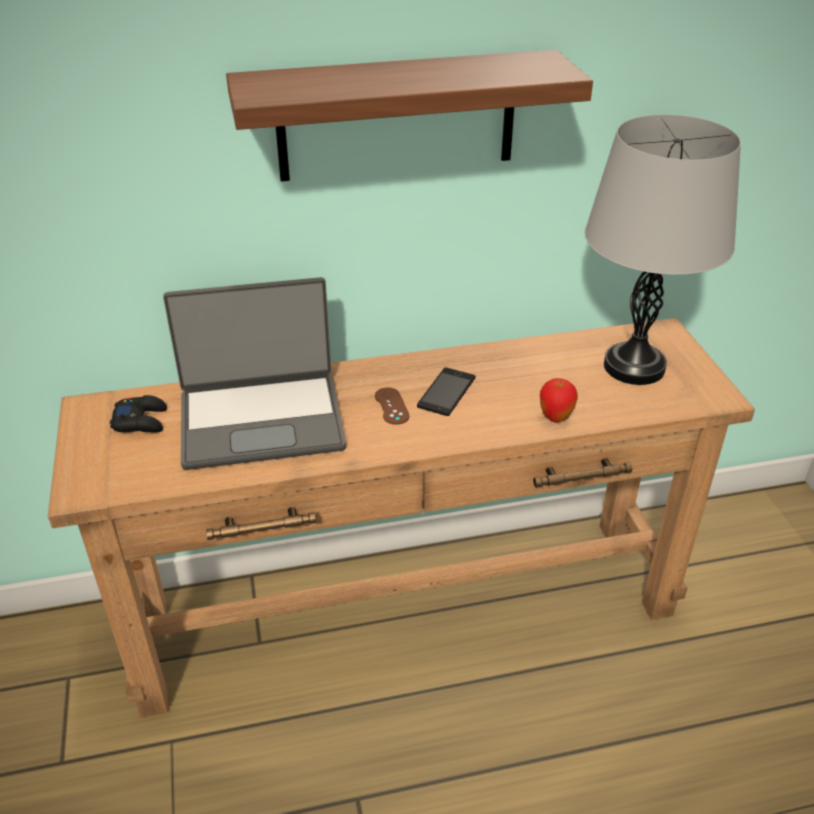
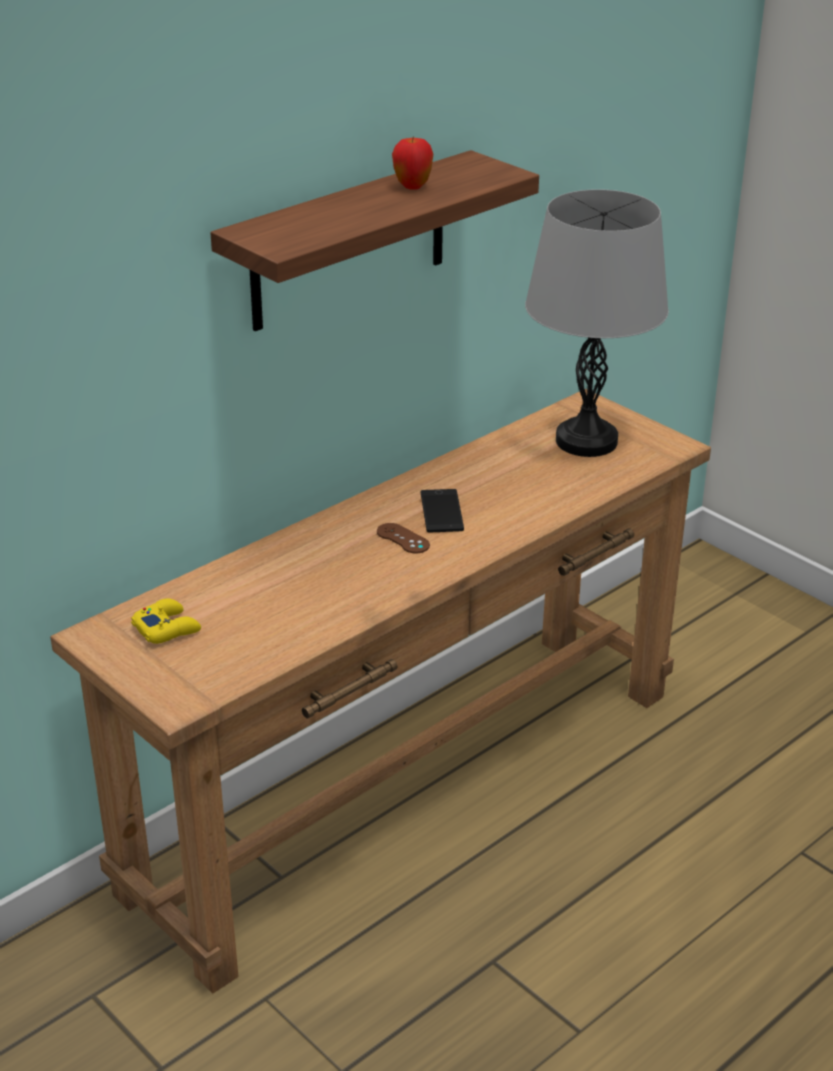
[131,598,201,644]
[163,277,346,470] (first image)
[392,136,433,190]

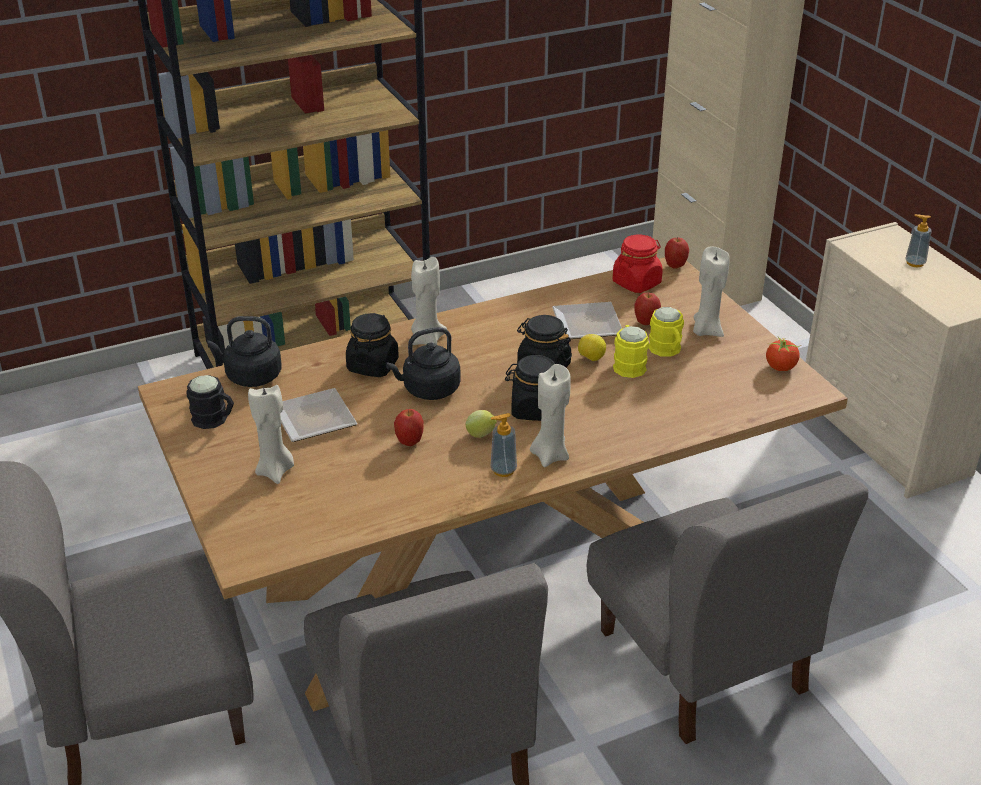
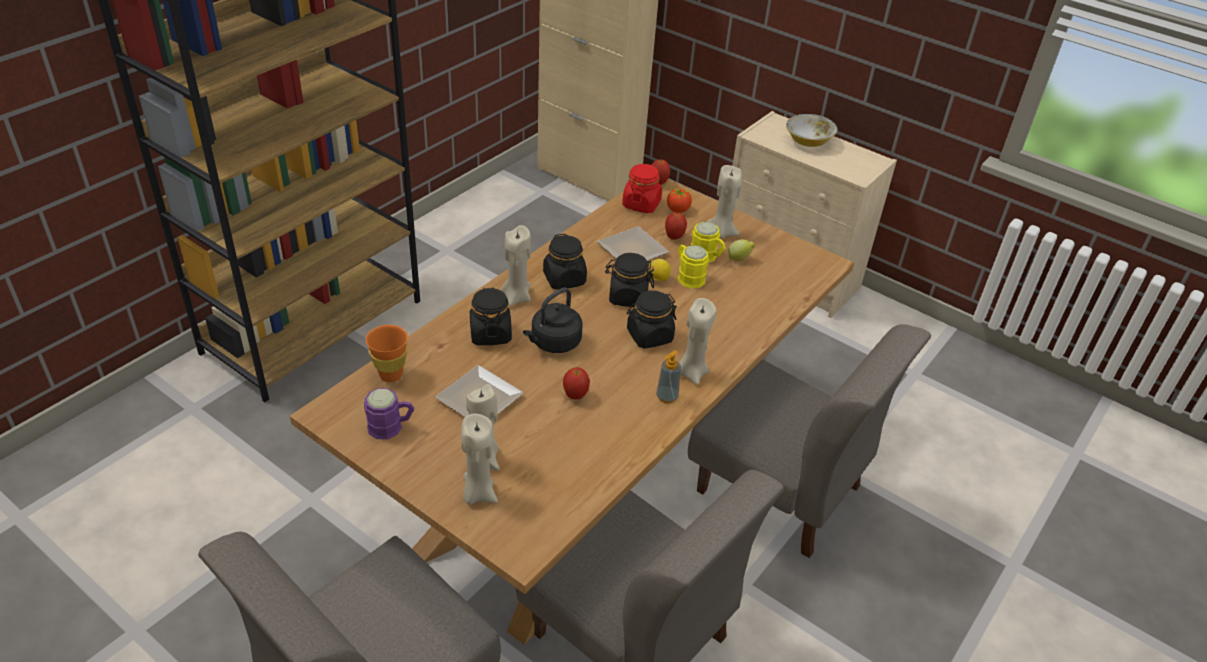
[364,388,414,439]
[366,325,408,382]
[728,239,755,261]
[667,188,692,213]
[786,114,837,147]
[461,414,498,505]
[543,233,587,290]

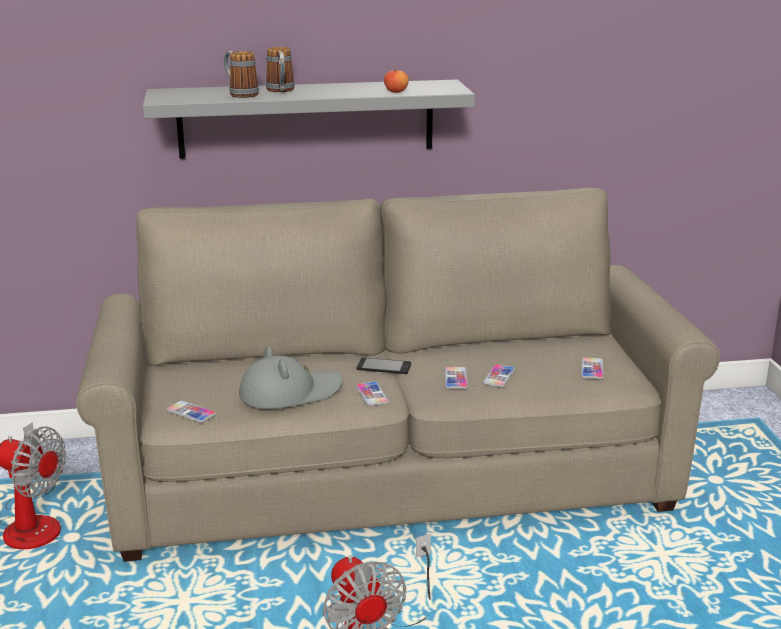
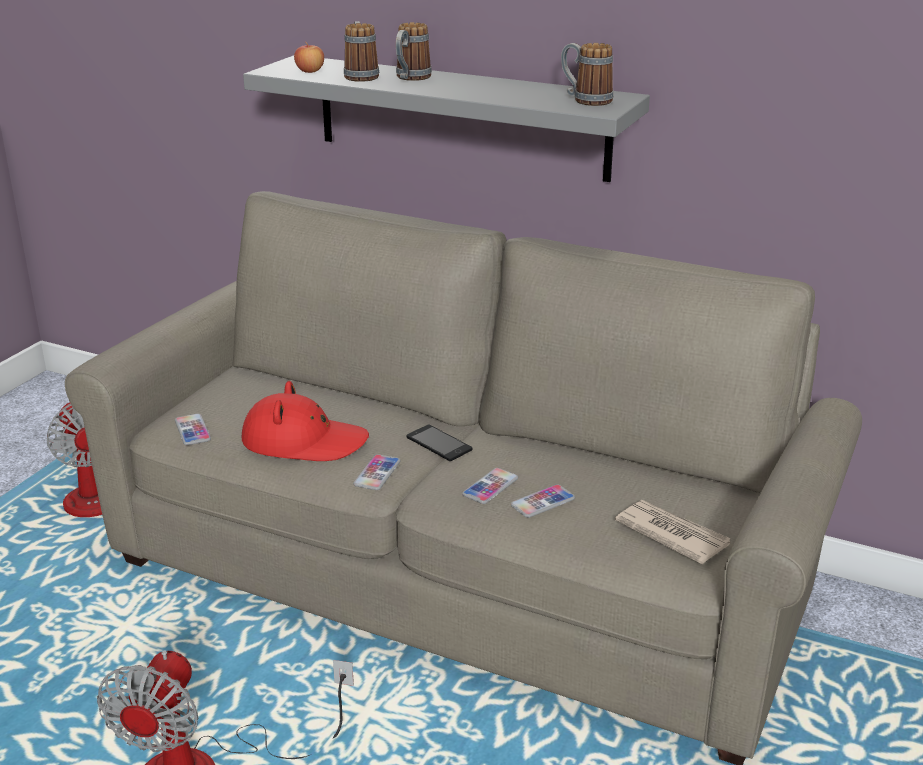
[242,381,369,461]
[294,42,324,73]
[615,500,731,564]
[561,43,613,106]

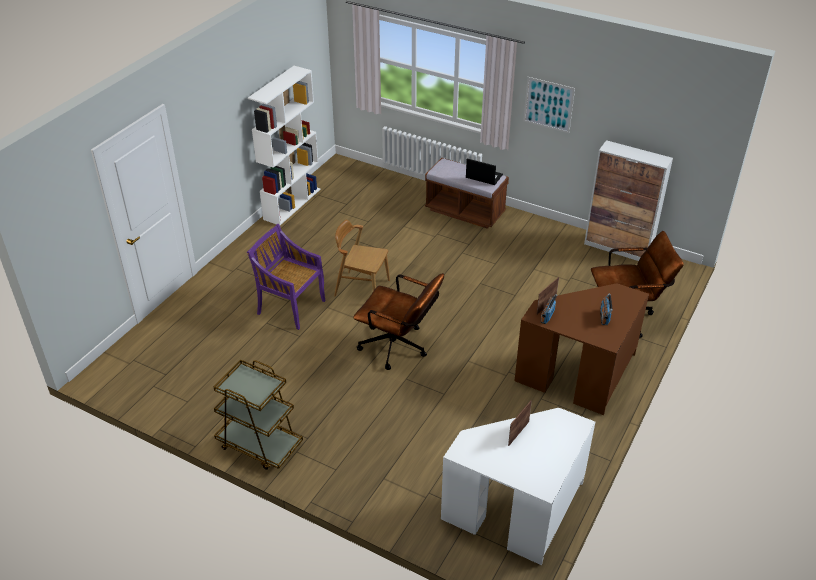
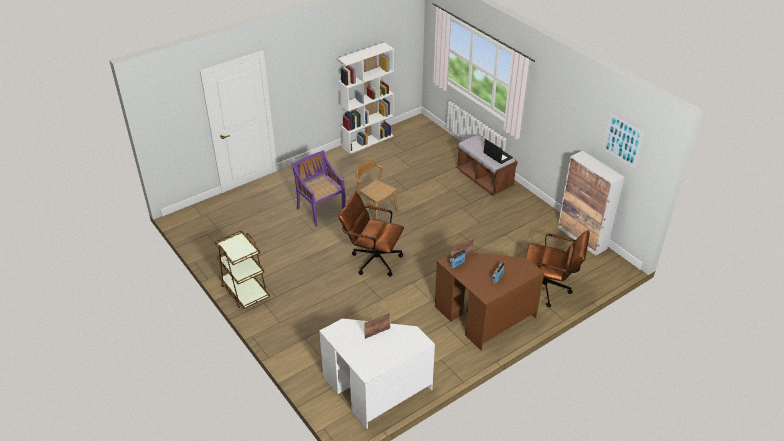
[338,192,404,277]
[602,113,644,169]

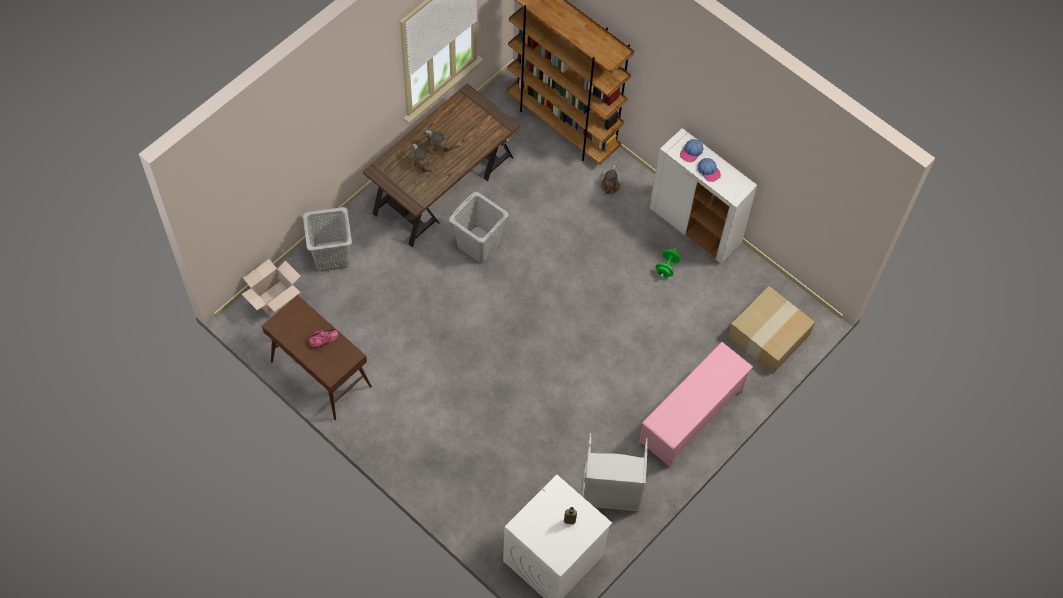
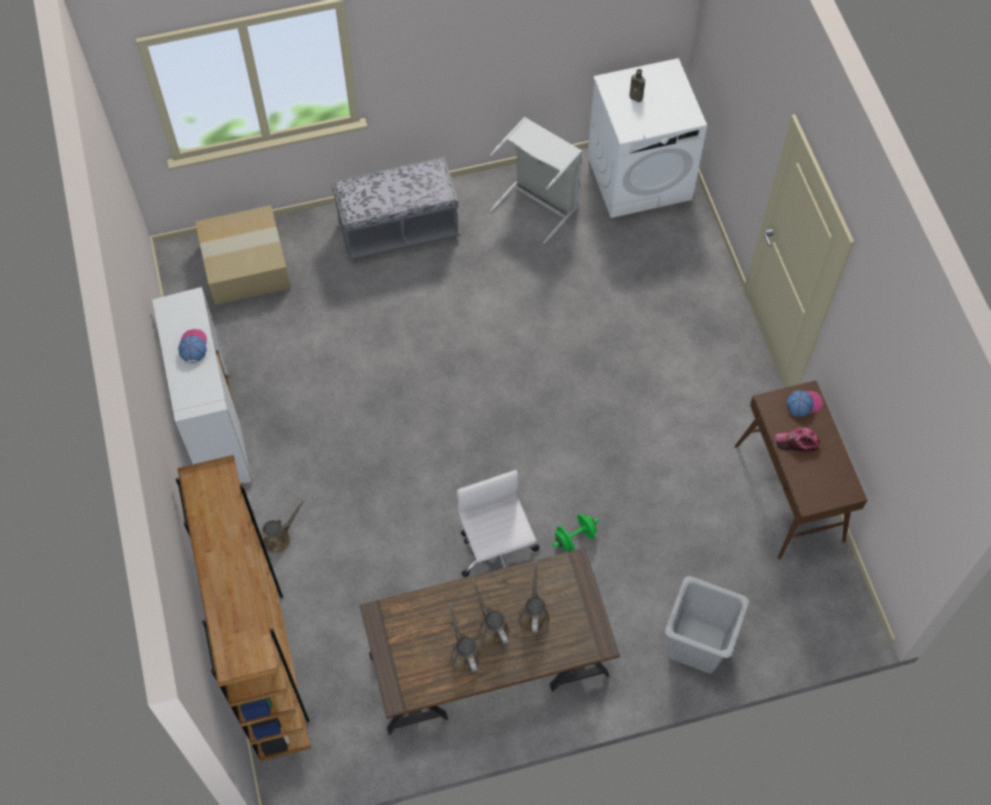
[242,259,301,317] (first image)
[457,470,539,577]
[331,157,459,260]
[553,514,599,551]
[786,390,823,417]
[448,602,482,674]

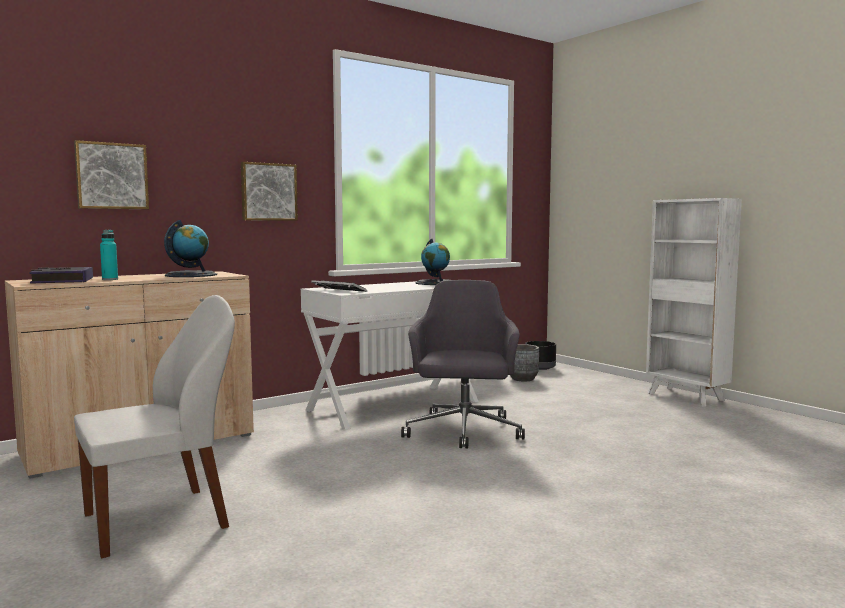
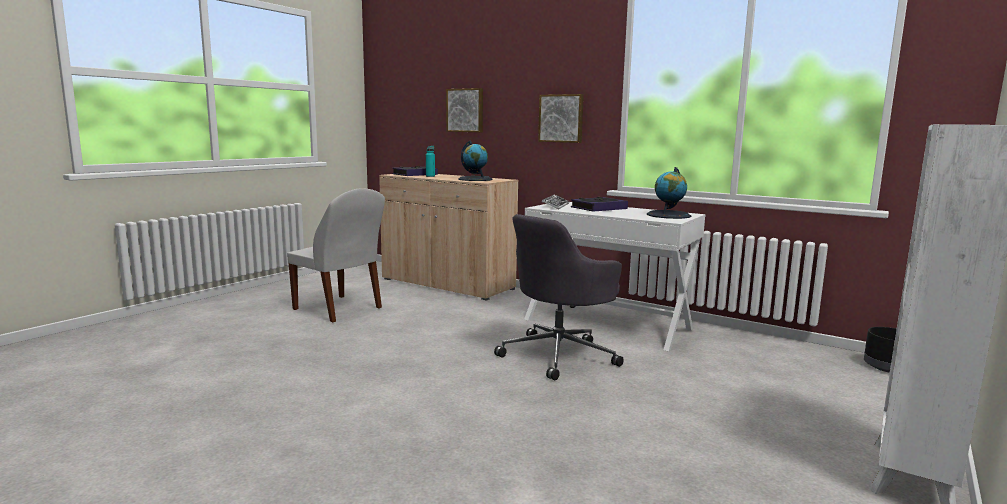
[494,214,624,380]
[510,344,539,381] (first image)
[571,197,628,212]

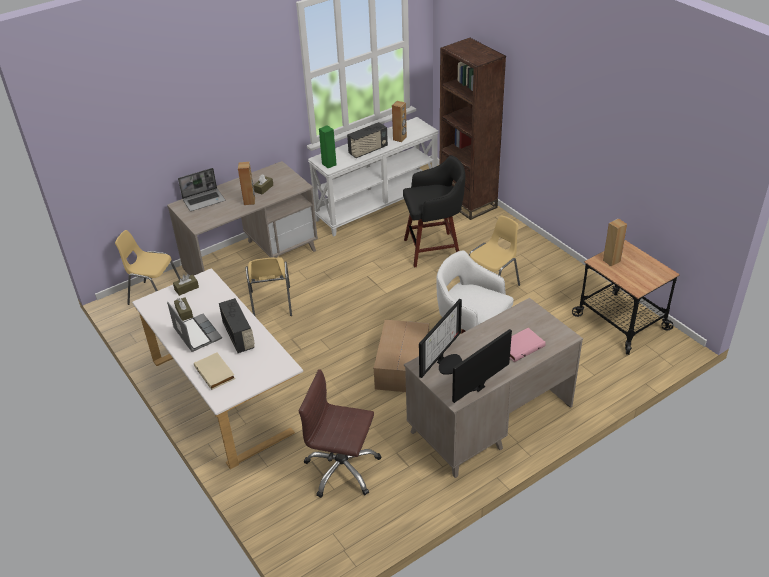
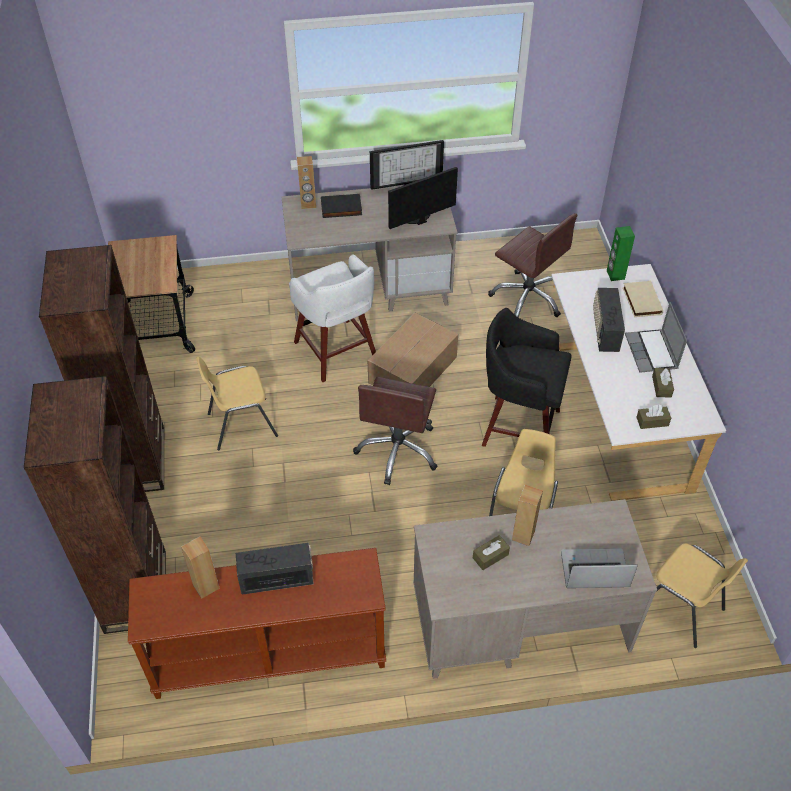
[128,548,386,699]
[607,226,635,281]
[482,308,572,447]
[321,194,362,218]
[297,156,316,209]
[39,245,164,492]
[353,377,438,485]

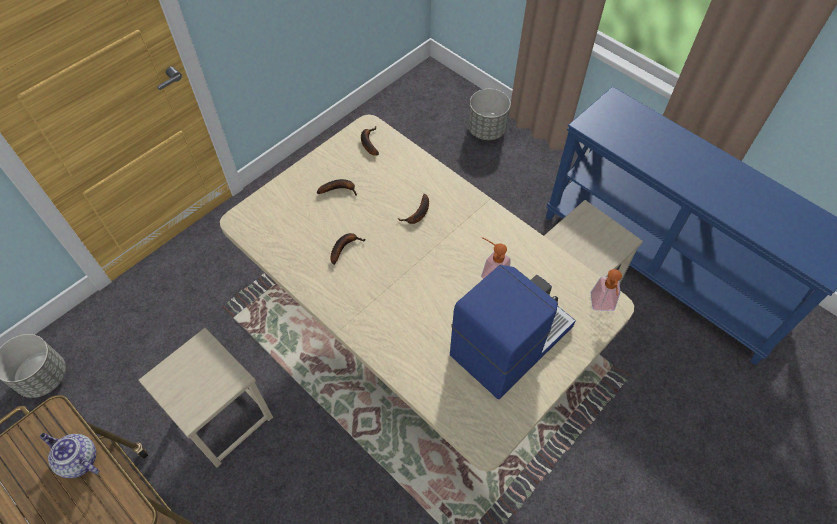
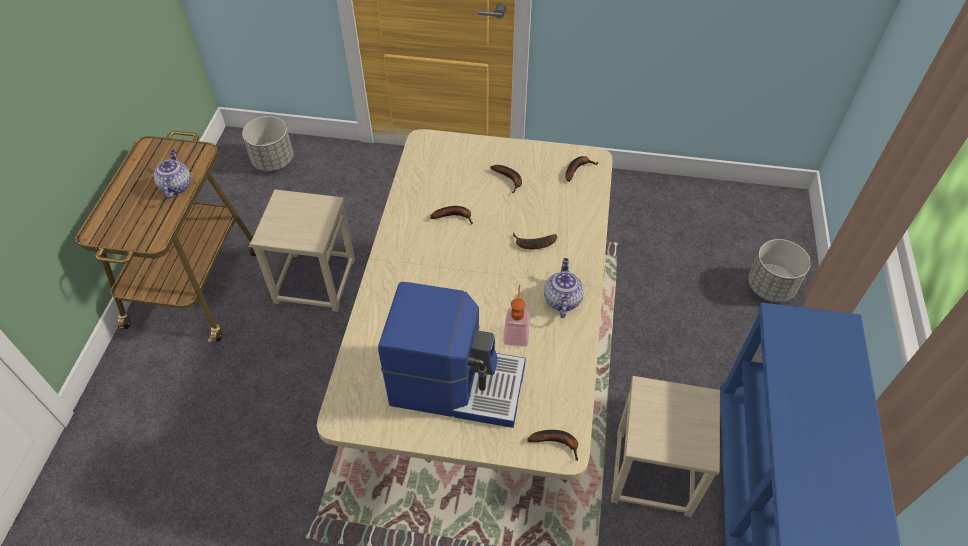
[527,430,578,461]
[544,258,584,318]

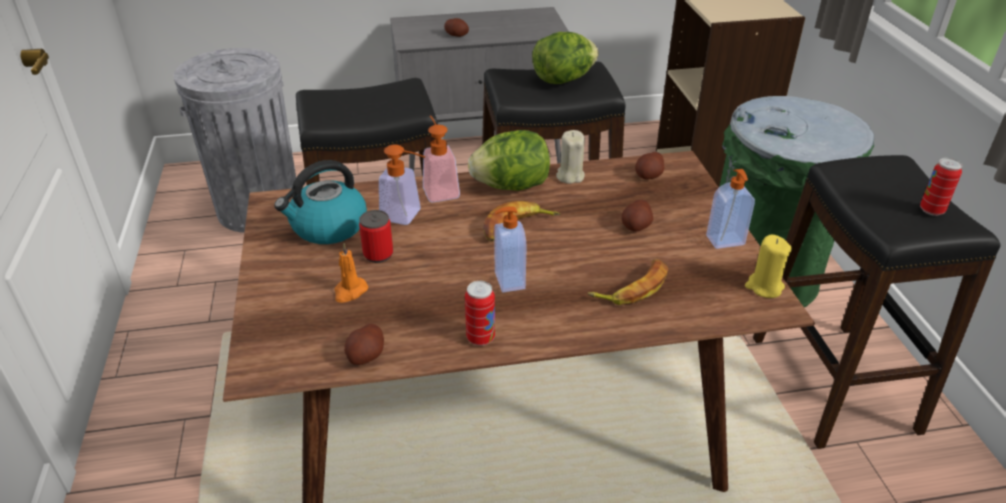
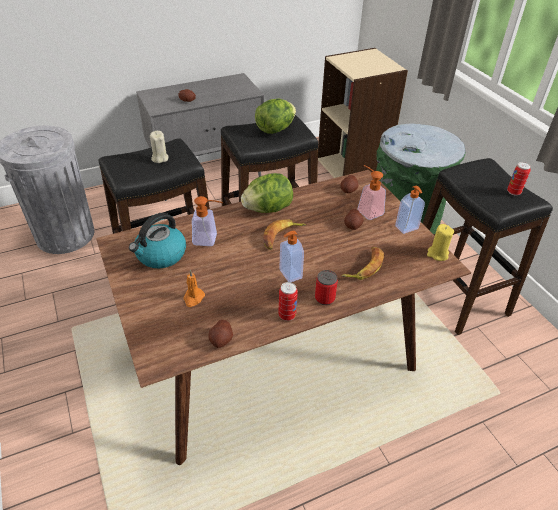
[315,270,338,305]
[358,165,386,220]
[150,131,168,163]

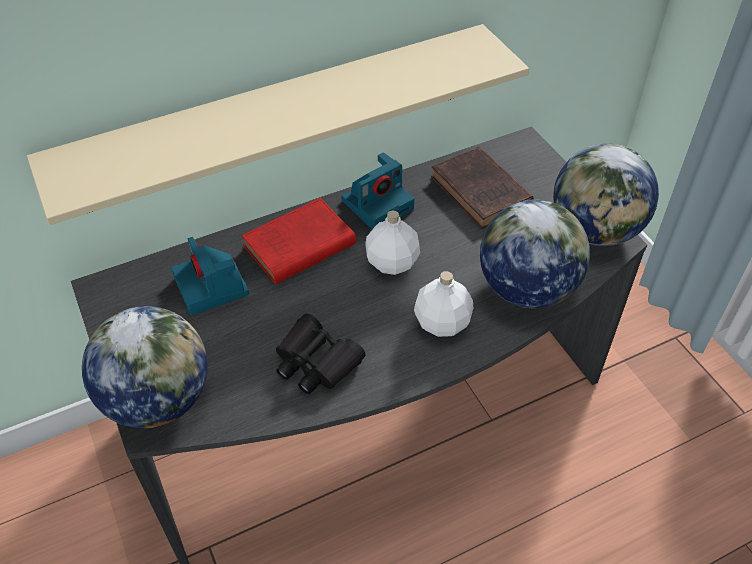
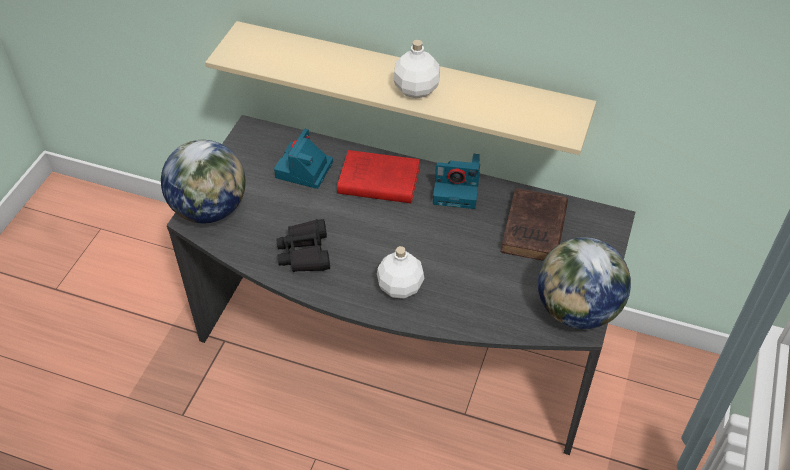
[394,40,440,98]
[480,200,590,308] (first image)

